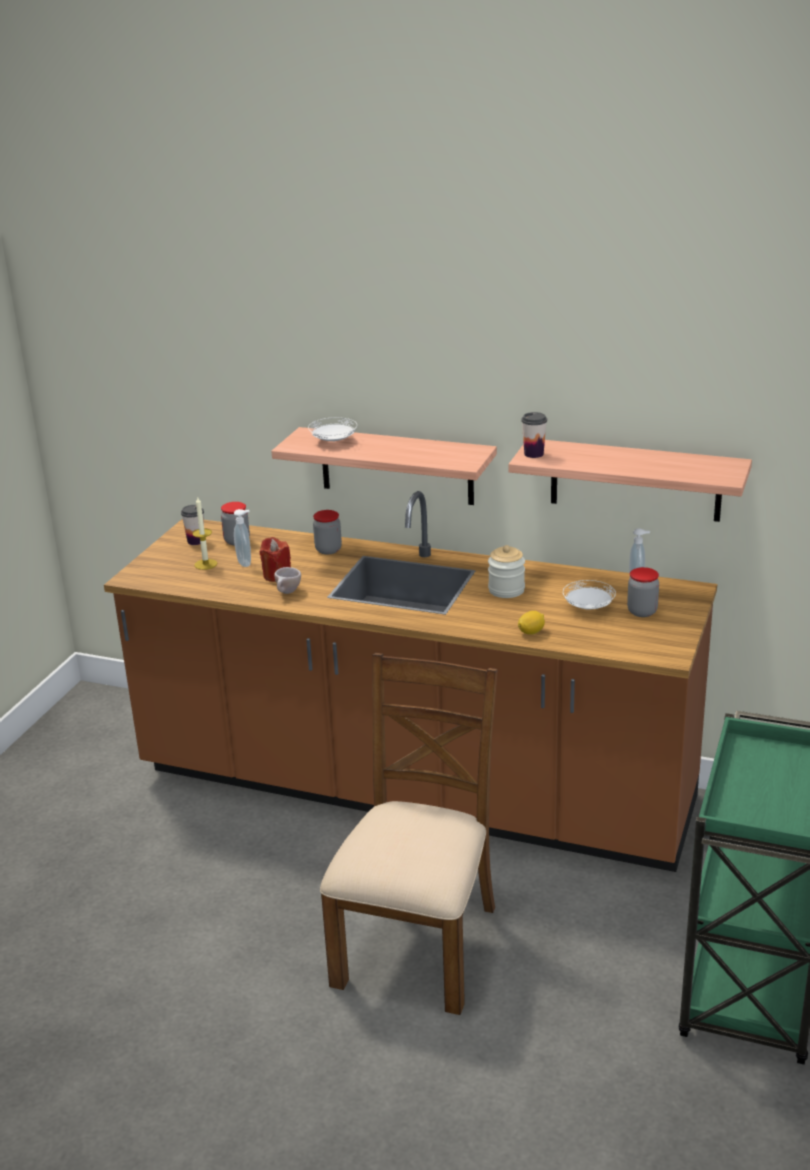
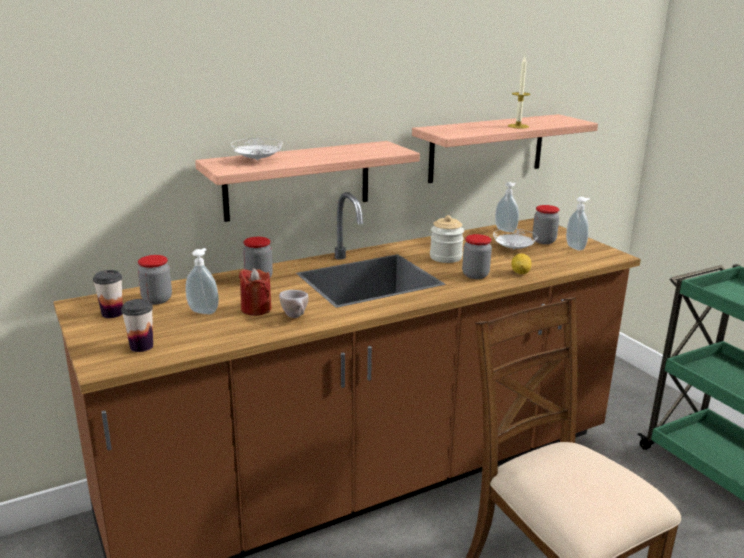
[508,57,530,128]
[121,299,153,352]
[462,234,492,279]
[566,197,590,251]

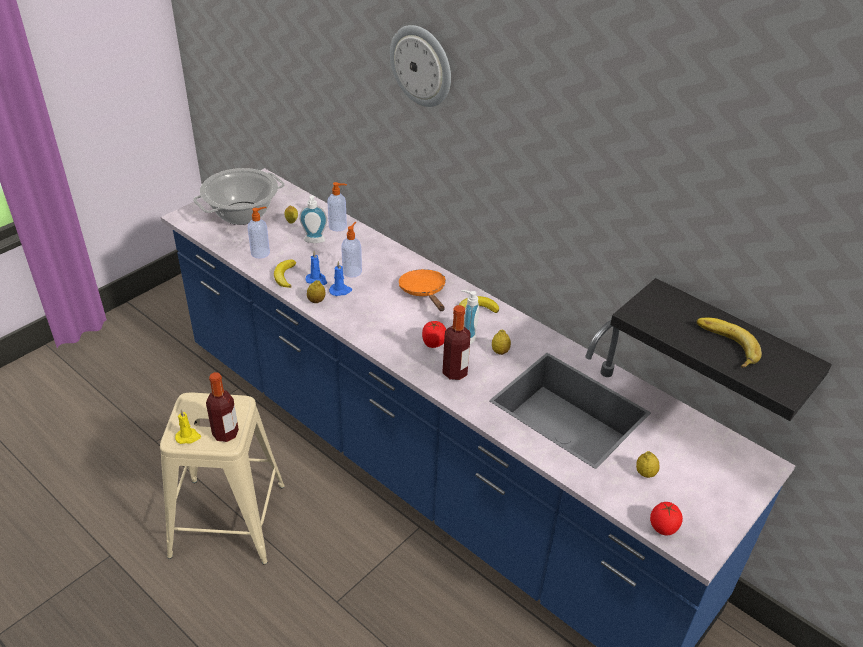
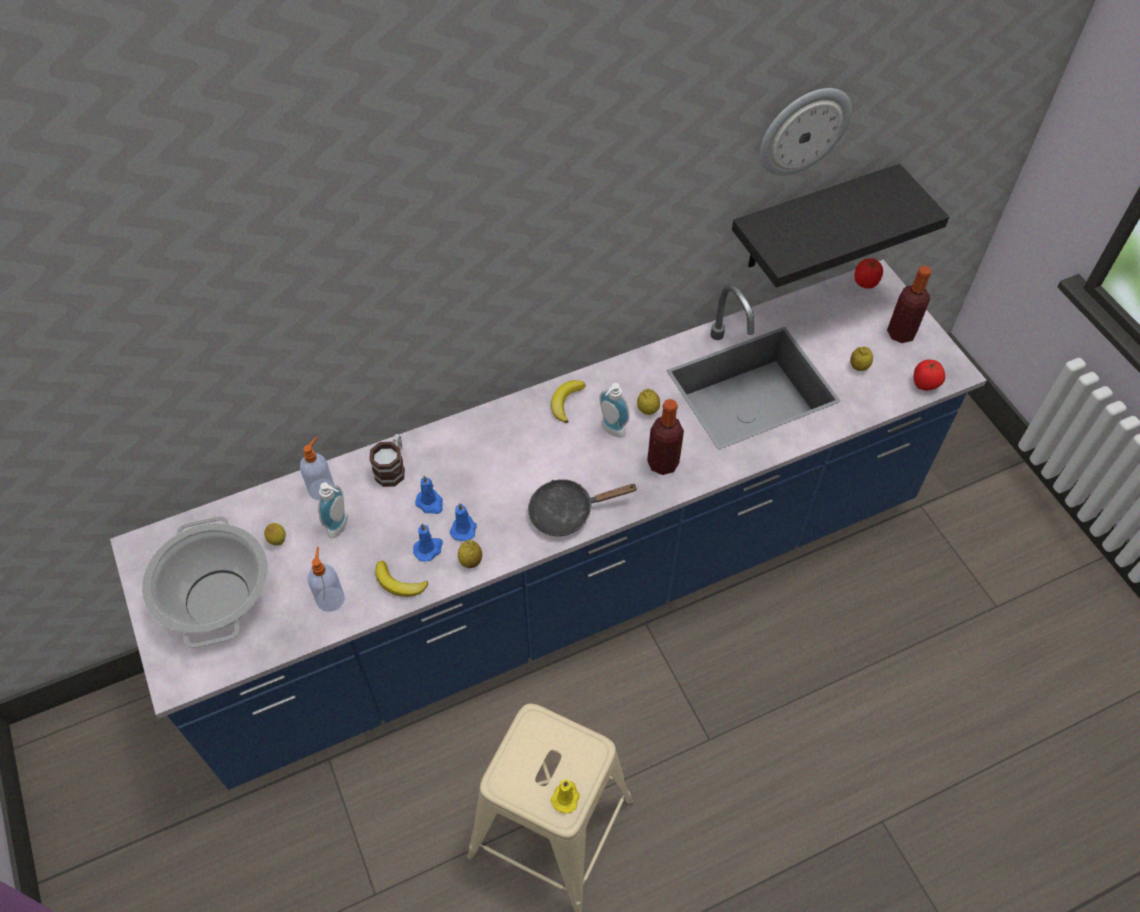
[887,266,932,343]
[415,475,443,514]
[760,88,852,176]
[399,269,446,311] (first image)
[854,258,883,289]
[696,318,762,368] (first image)
[369,434,405,487]
[528,479,638,536]

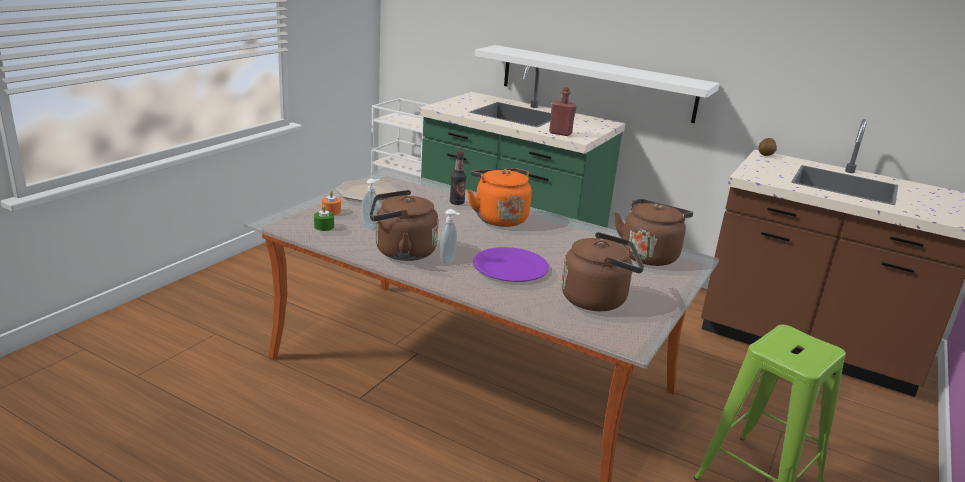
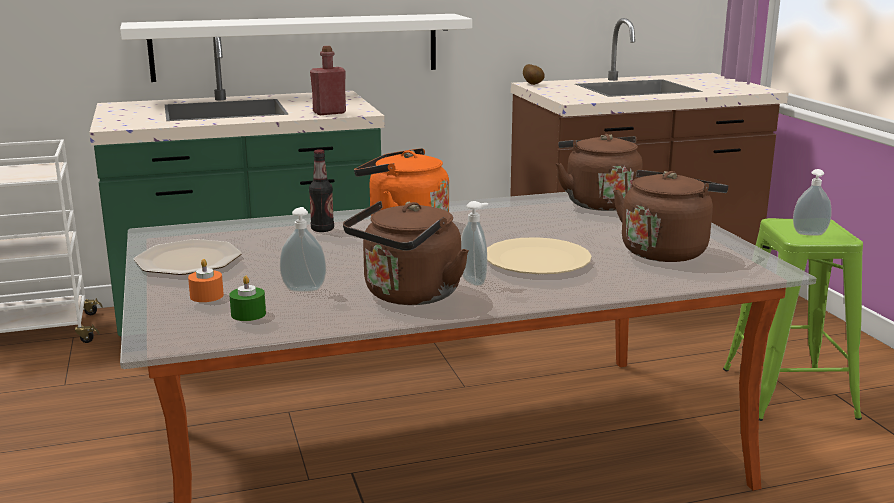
[487,237,592,274]
[793,169,832,236]

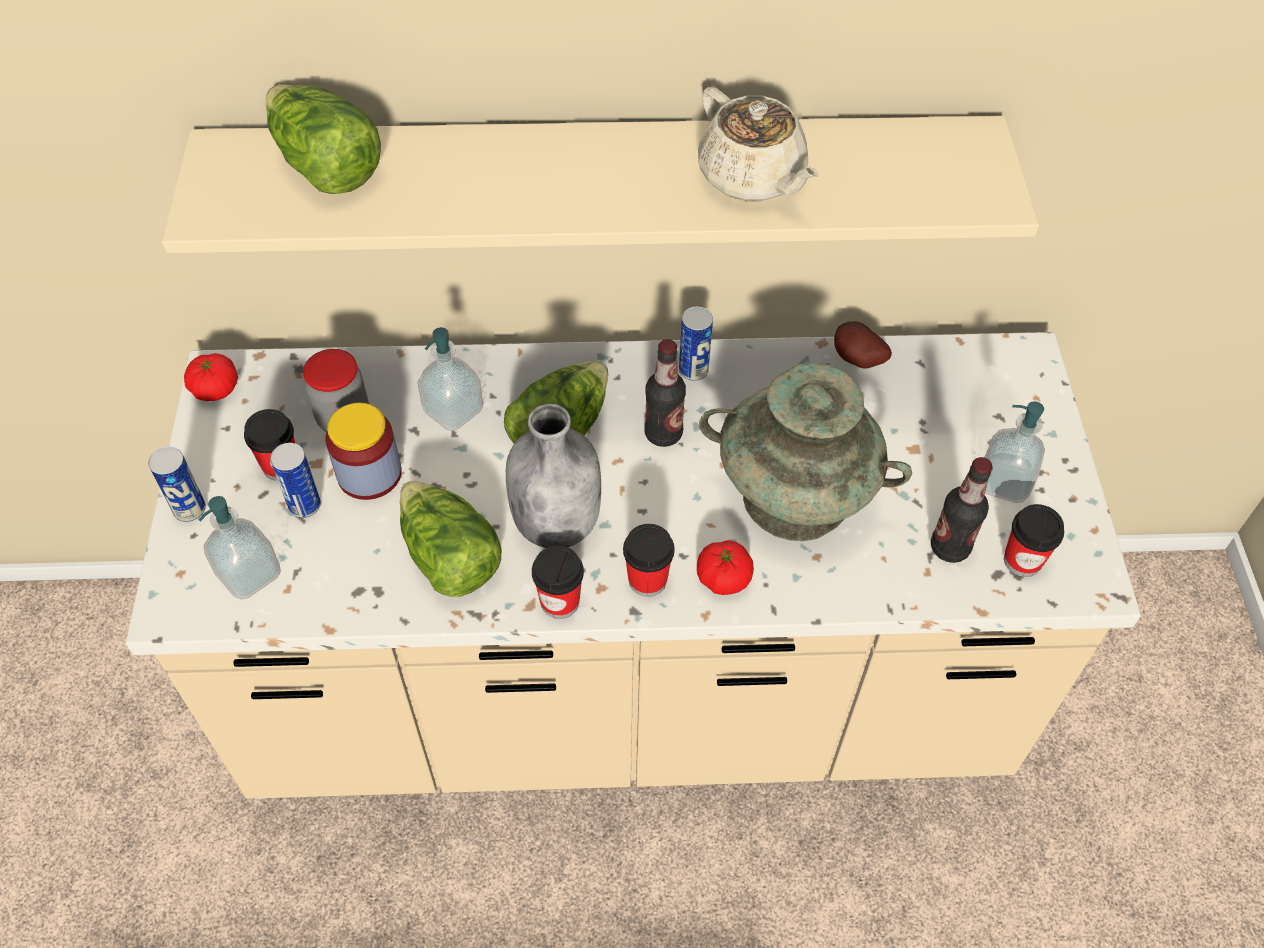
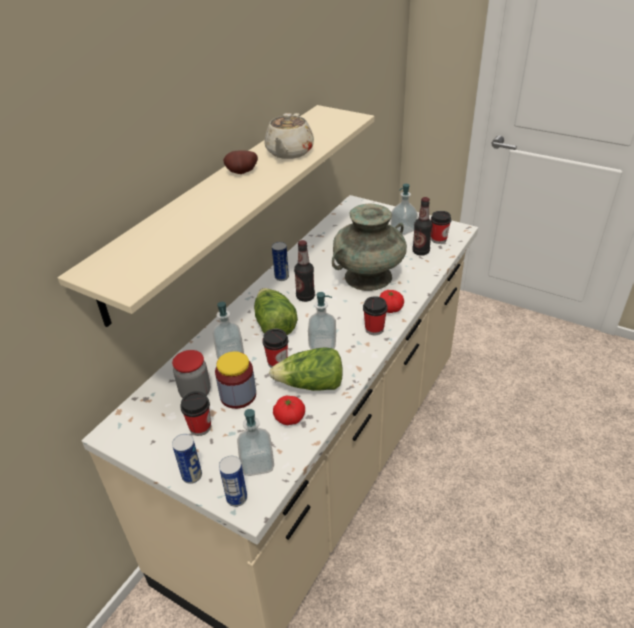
[273,396,305,425]
[266,84,381,194] (first image)
[219,456,247,507]
[308,292,336,350]
[262,329,288,367]
[264,113,314,159]
[223,150,258,174]

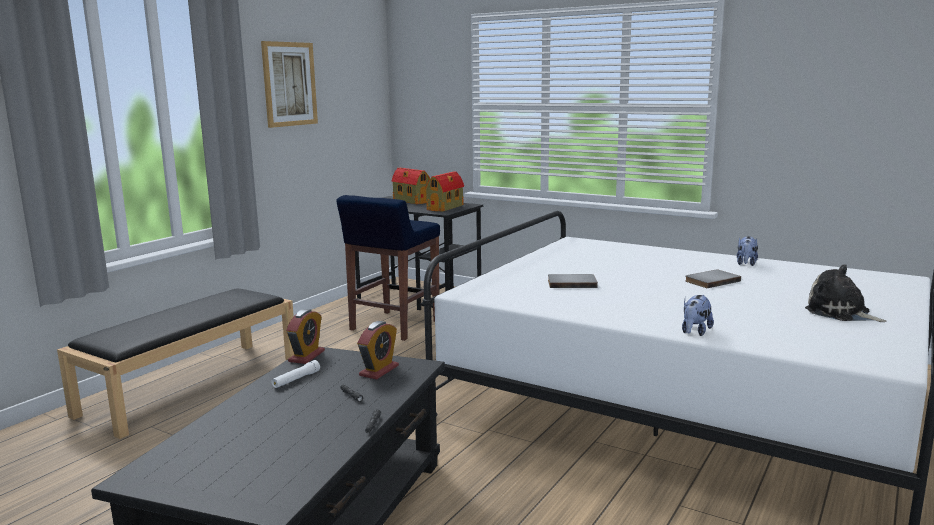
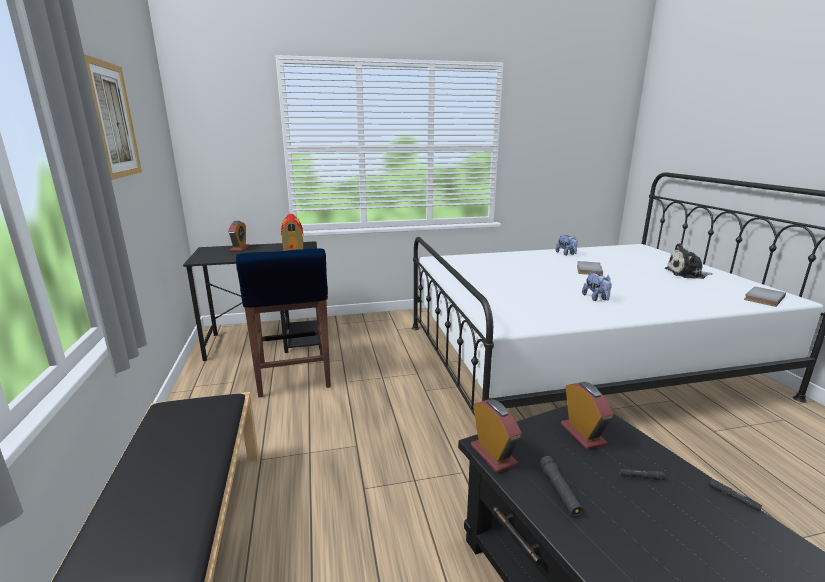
[540,456,583,517]
[228,221,250,251]
[744,287,786,307]
[582,272,612,301]

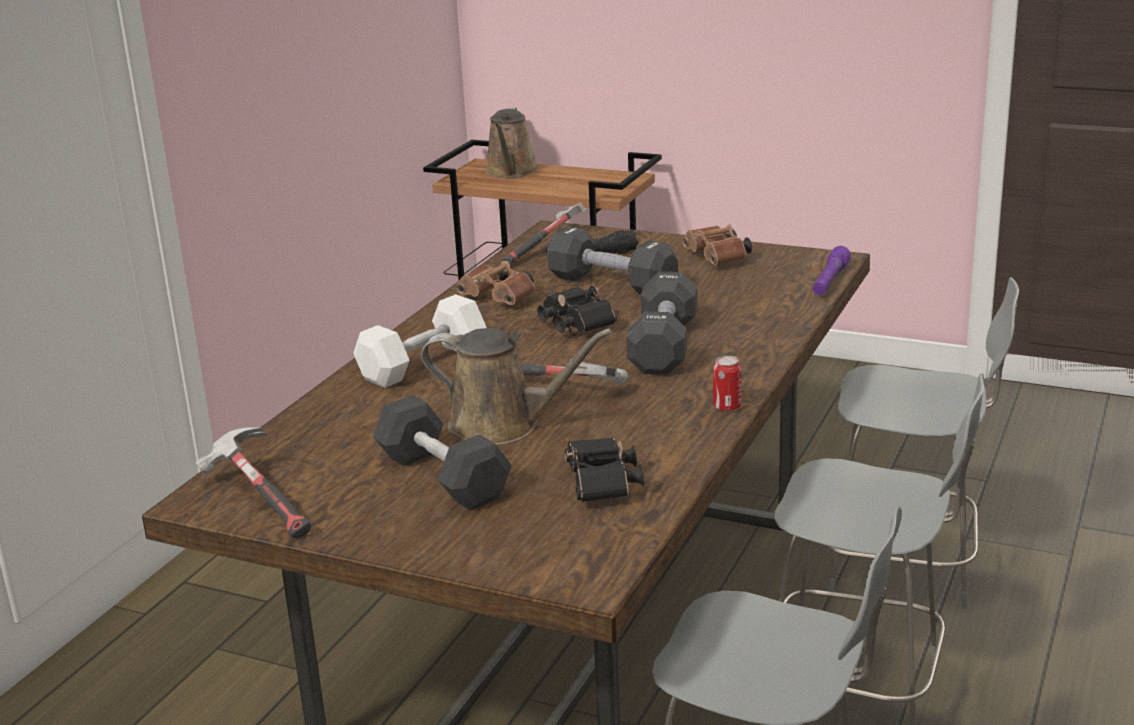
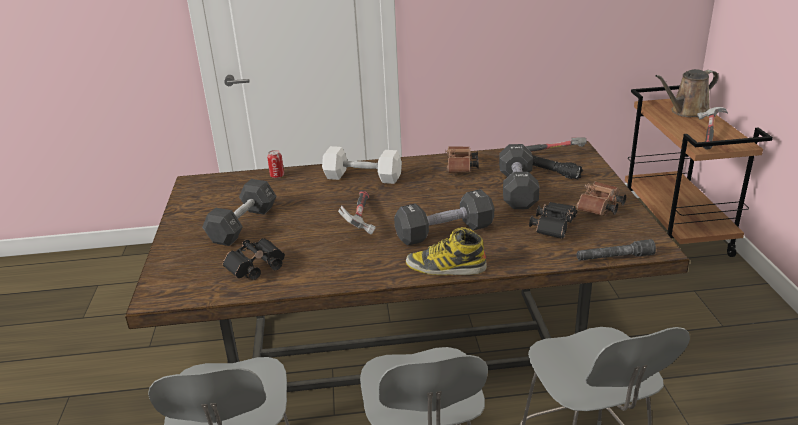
[697,107,728,150]
[421,328,613,445] (first image)
[529,202,577,239]
[267,150,284,178]
[576,239,656,261]
[406,227,487,275]

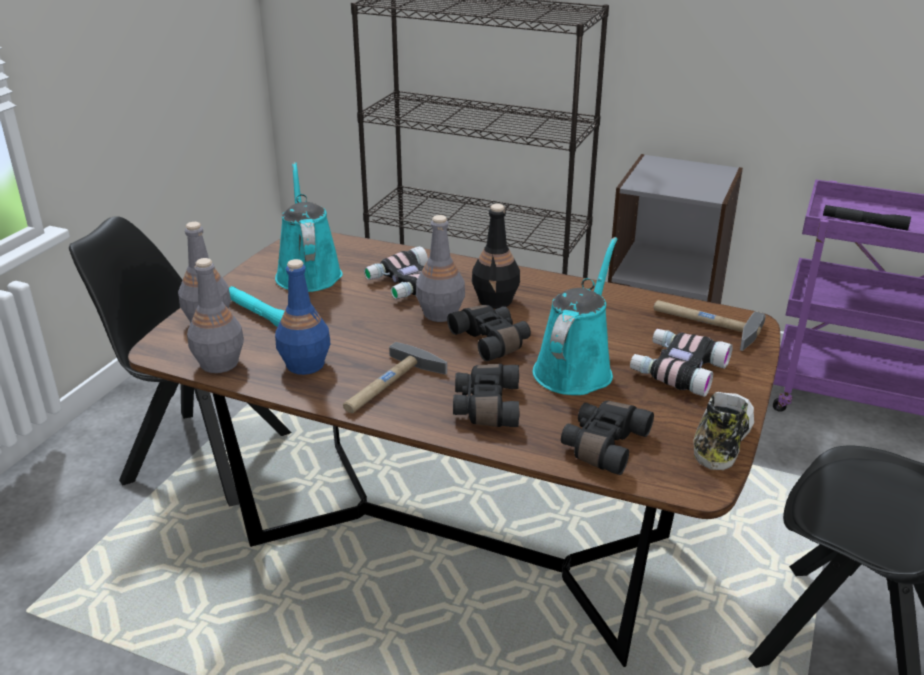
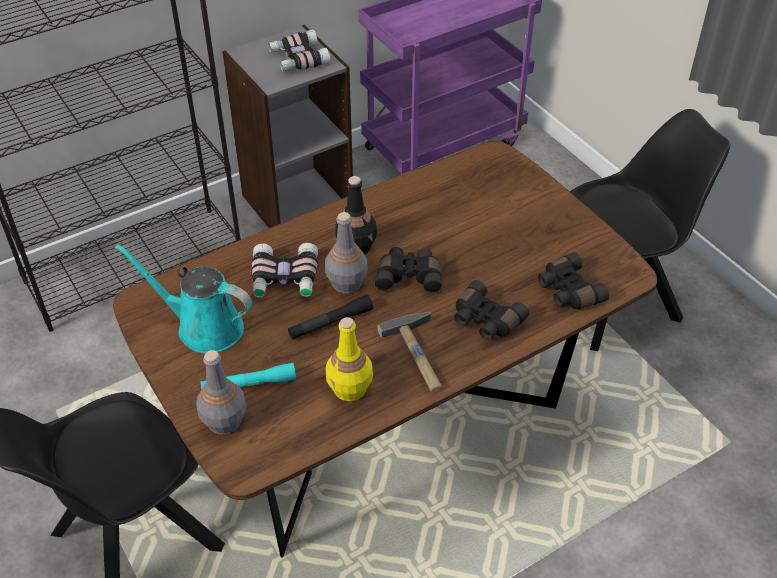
[187,258,244,373] (first image)
[326,317,373,401]
[533,237,618,395] (first image)
[268,30,330,71]
[654,300,766,351] (first image)
[694,392,754,470] (first image)
[288,294,373,340]

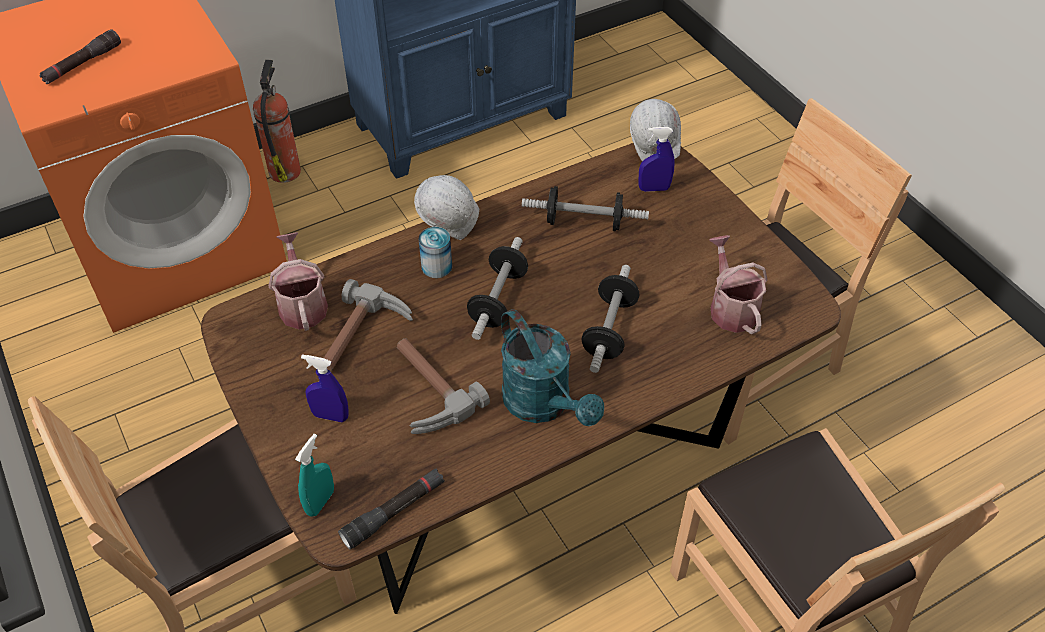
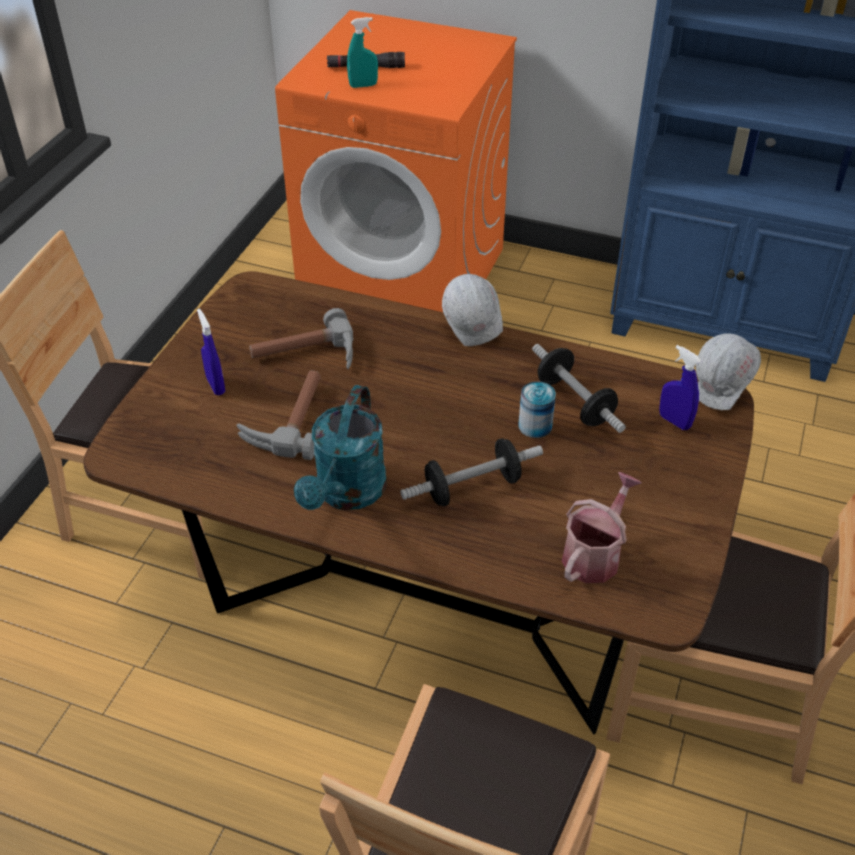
[253,60,301,183] (first image)
[269,232,328,331] (first image)
[347,17,378,88]
[338,468,445,550] (first image)
[518,381,556,438]
[467,237,528,340] (first image)

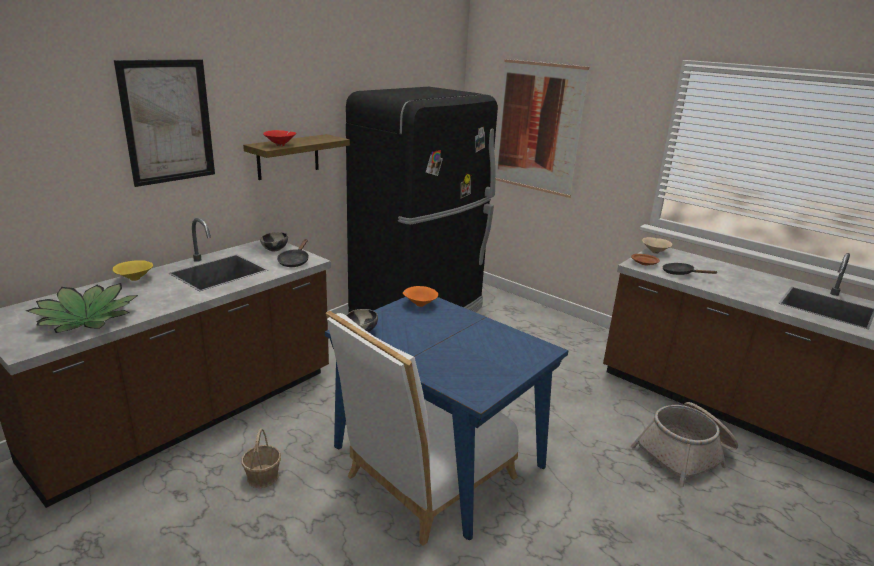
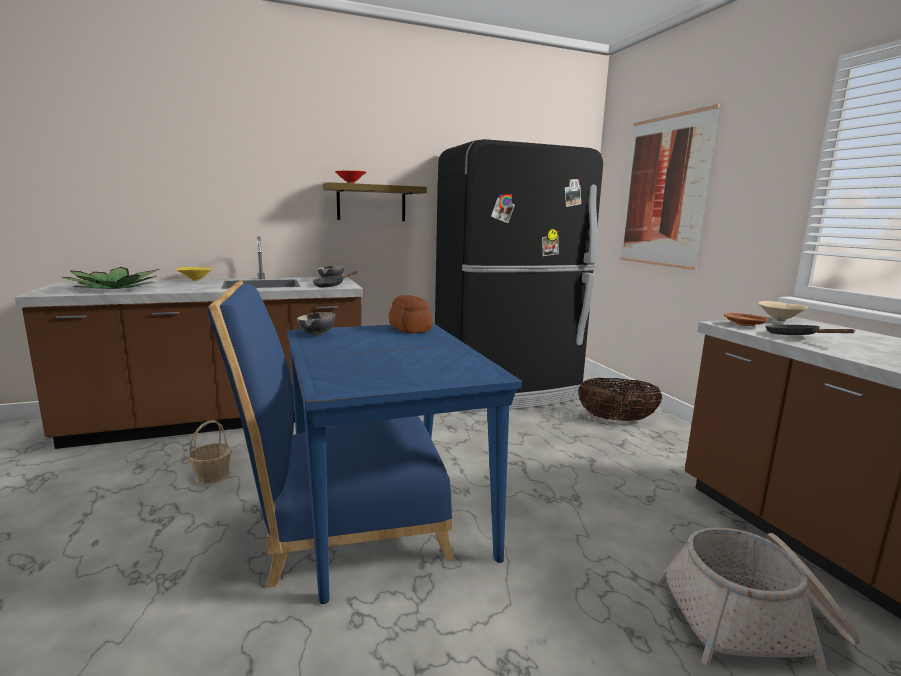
[114,59,215,187] (first image)
[207,281,455,588]
[389,295,432,333]
[578,378,663,421]

